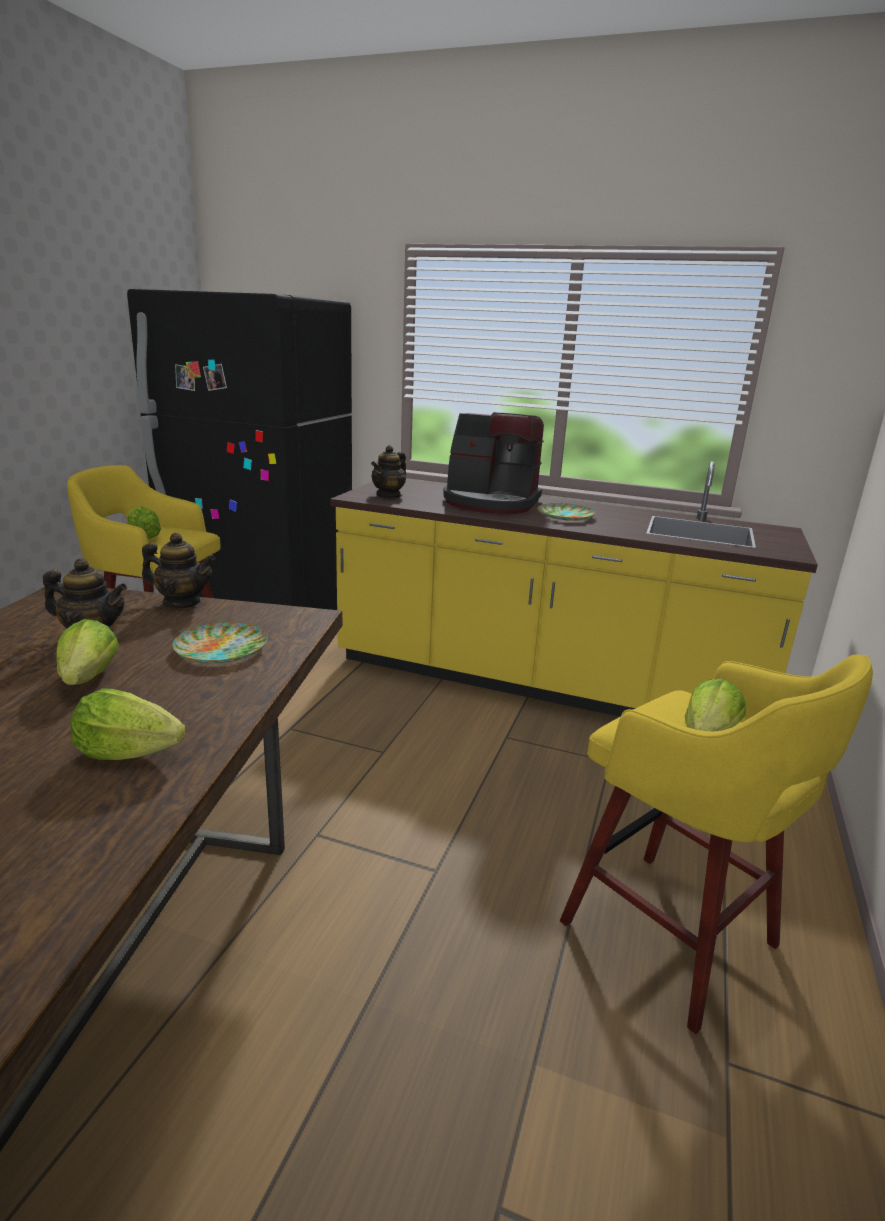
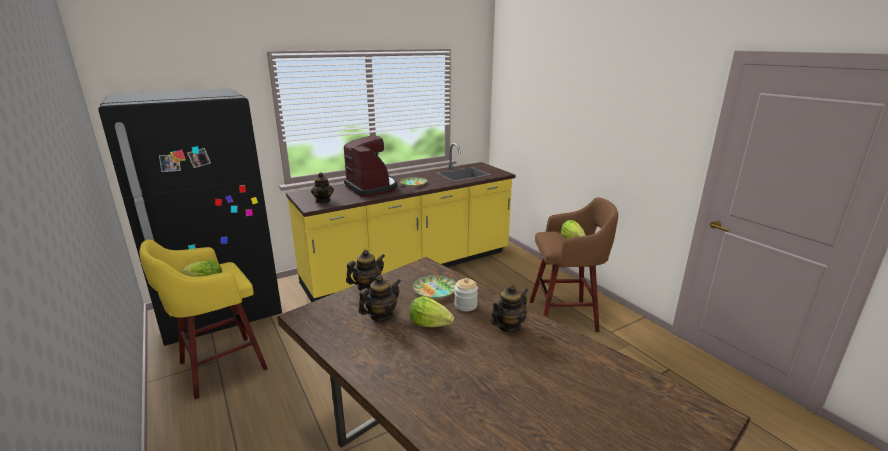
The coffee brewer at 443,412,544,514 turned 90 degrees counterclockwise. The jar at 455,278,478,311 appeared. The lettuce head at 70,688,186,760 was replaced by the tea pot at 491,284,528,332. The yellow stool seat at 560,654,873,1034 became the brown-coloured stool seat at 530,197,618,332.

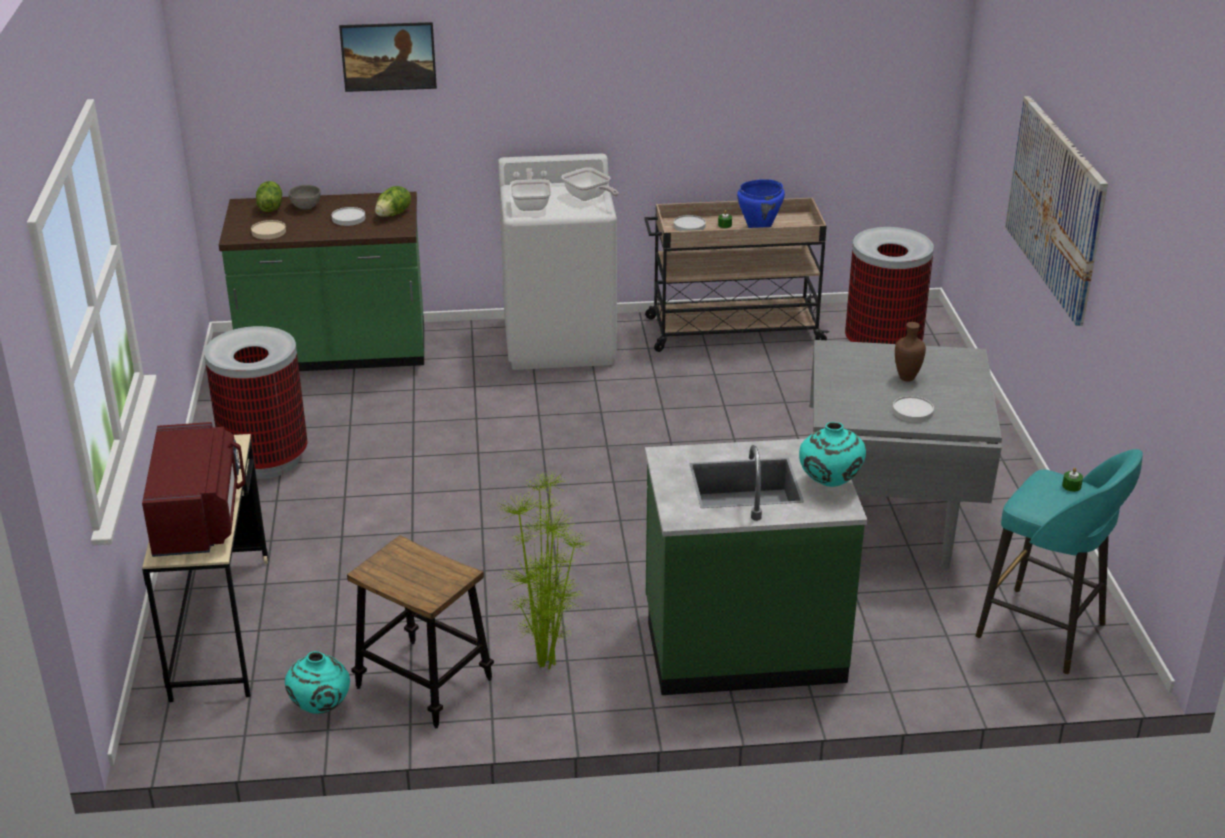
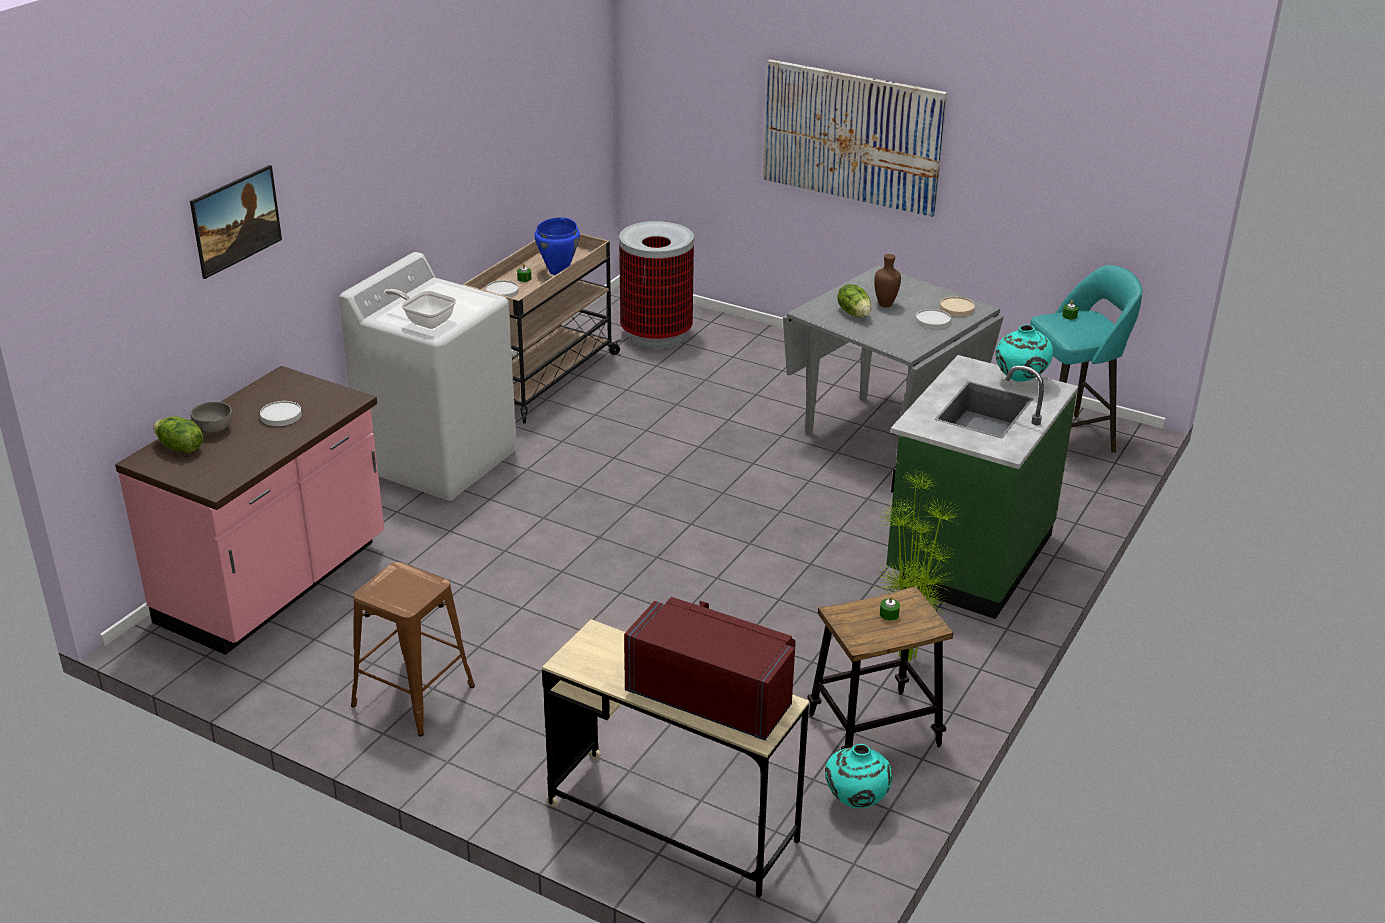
The green kitchen base unit at 219,192,424,371 became the pink kitchen base unit at 115,366,384,655. The waste bin at 204,326,307,479 was replaced by the brown-coloured stool seat at 351,562,475,737. The lettuce head moved from 375,186,411,217 to 837,284,871,317. The green candle at 880,596,900,621 appeared. The sand-coloured plate moved from 251,220,286,239 to 940,297,975,317. The frying pan at 561,168,618,201 disappeared.

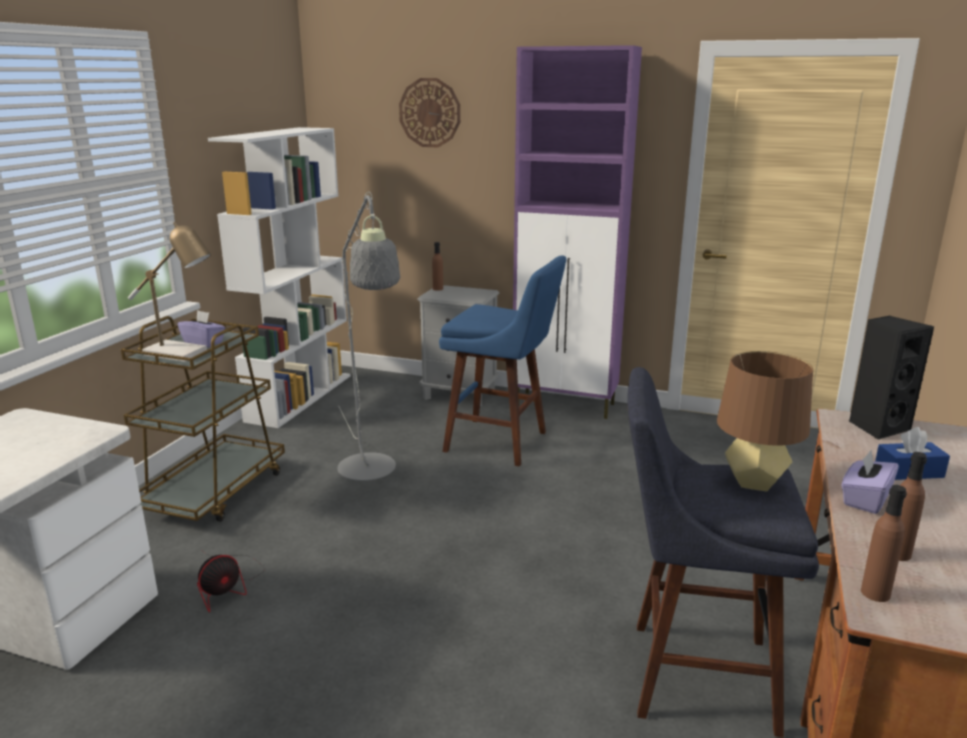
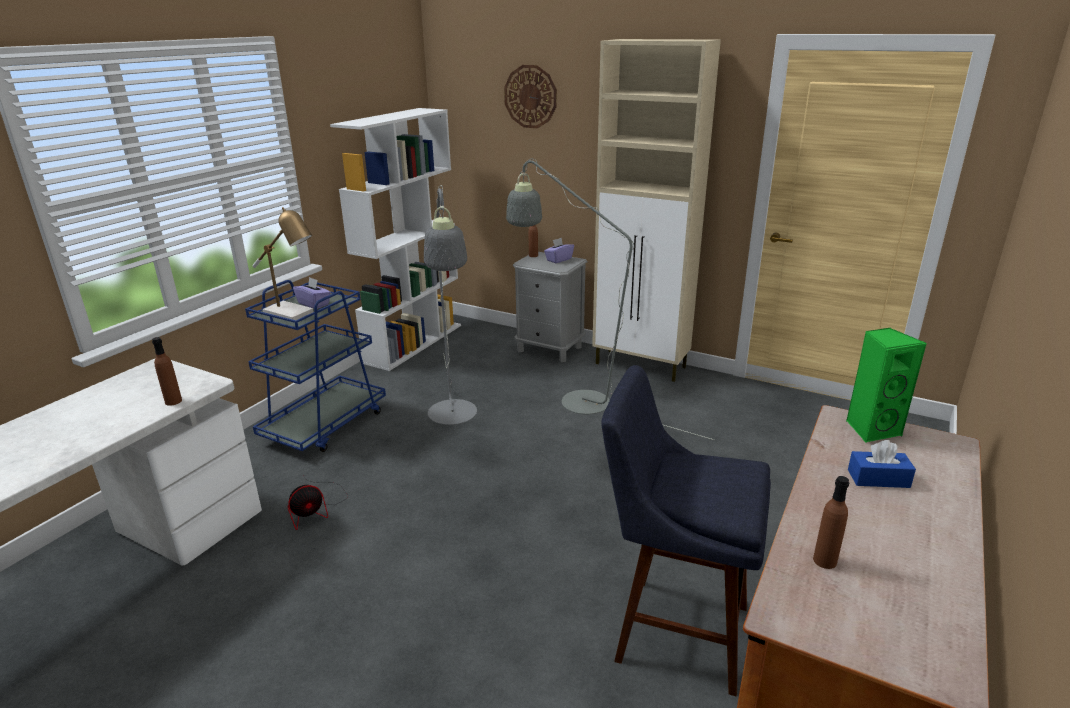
The brown-coloured beverage bottle moved from 861,485,907,602 to 152,337,182,406. The brown-coloured wheeled cart at 121,316,285,522 became the blue-coloured wheeled cart at 245,280,386,452. The blue-coloured stool seat at 439,256,566,467 was replaced by the grey floor lamp at 506,159,714,440. The purple-coloured box of tissues moved from 841,450,899,514 to 544,238,574,263. The purple-coloured cupboard at 513,45,642,419 became the sand-coloured cupboard at 592,39,721,382. The black audio speaker at 849,316,934,440 became the green audio speaker at 846,327,927,442. The brown-coloured table lamp at 717,351,813,492 disappeared.

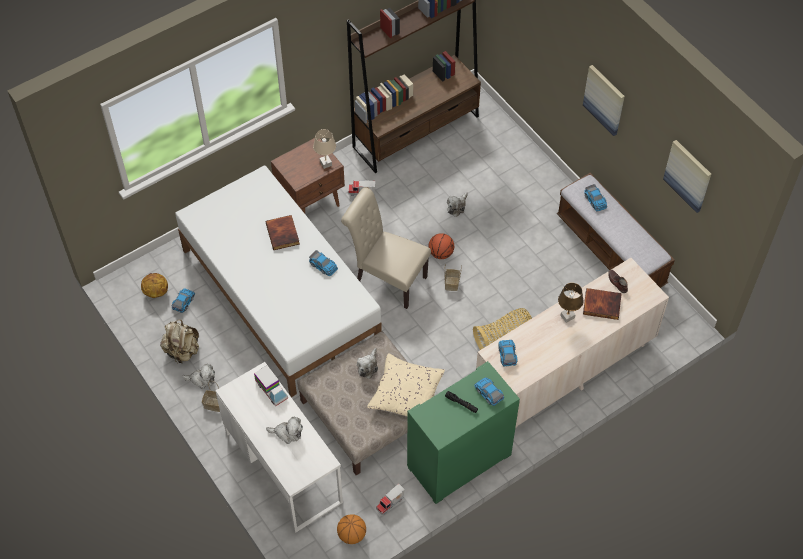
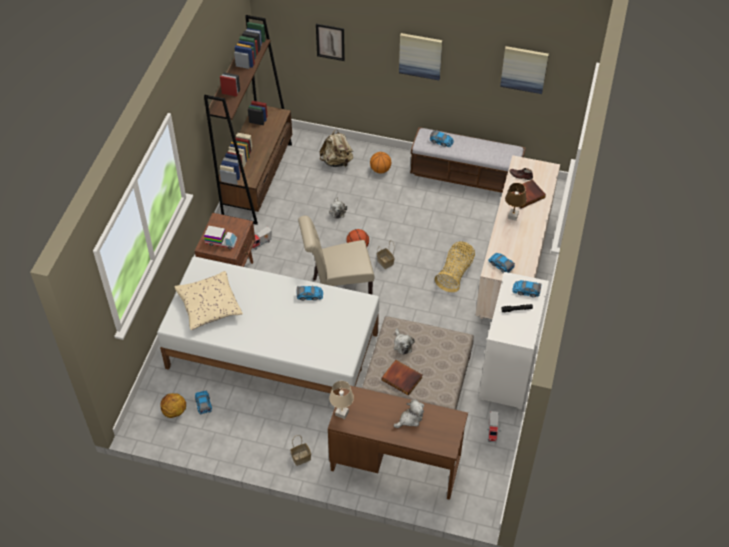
The sand-coloured throw pillow moved from 367,353,445,417 to 175,271,243,330. The toy lorry moved from 254,365,288,406 to 204,226,238,249. The wall art at 316,24,345,61 appeared. The sand-coloured rucksack moved from 160,320,199,363 to 320,129,353,167. The white desk at 215,362,343,533 became the brown-coloured desk at 328,386,468,500. The sand-coloured table lamp moved from 313,129,336,169 to 329,381,354,419. The basketball moved from 337,514,366,544 to 370,152,391,174. The volume moved from 266,215,300,250 to 382,360,423,396. The green cupboard at 407,361,520,504 became the white cupboard at 478,272,549,410. The soft toy at 182,363,215,389 disappeared.

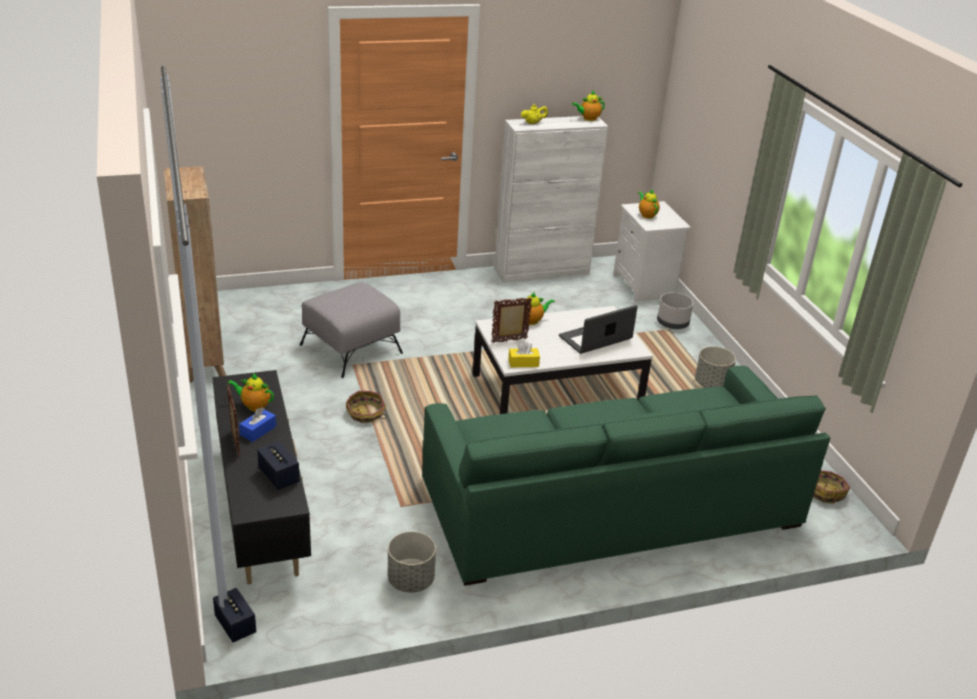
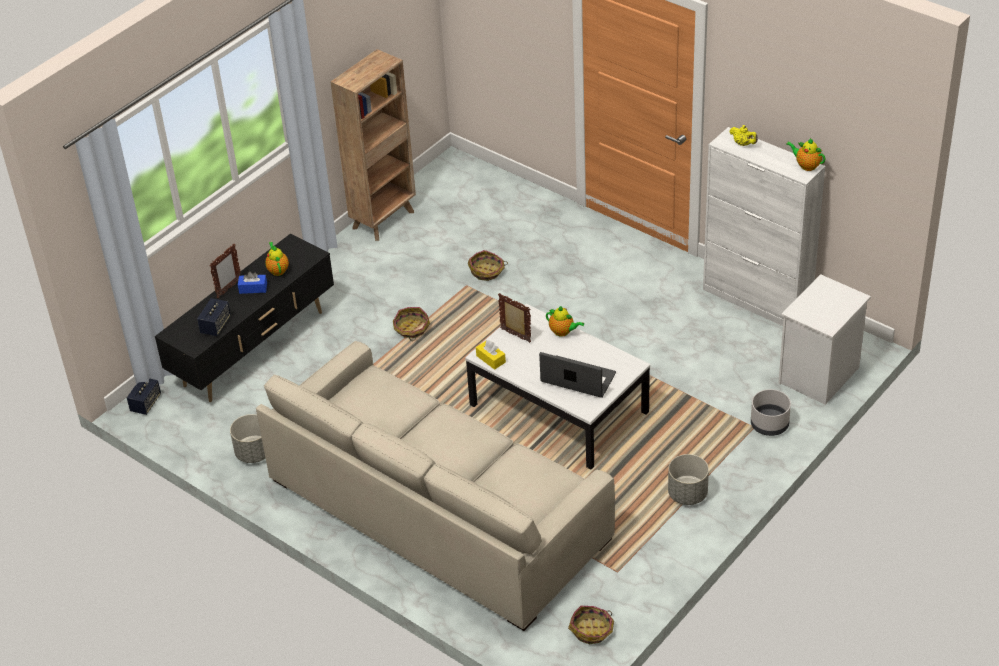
The green couch at 422,366,830,586 became the sand-coloured couch at 256,341,615,631. The grey ottoman at 300,282,403,378 was replaced by the basket at 468,250,508,281. The tea pot at 638,190,660,219 disappeared.

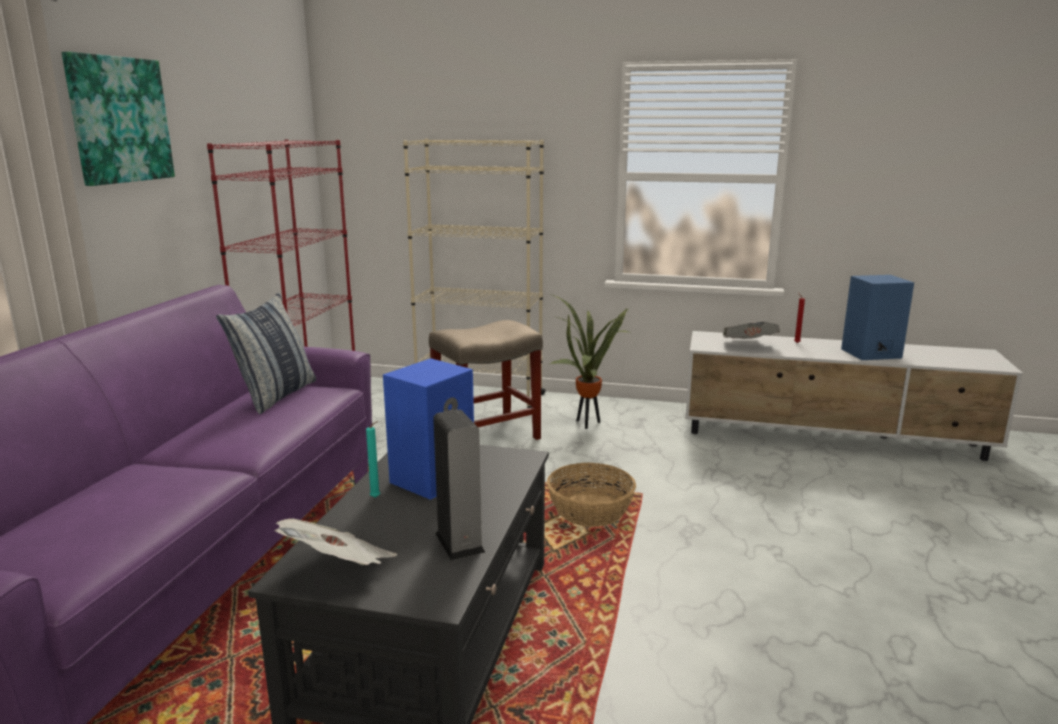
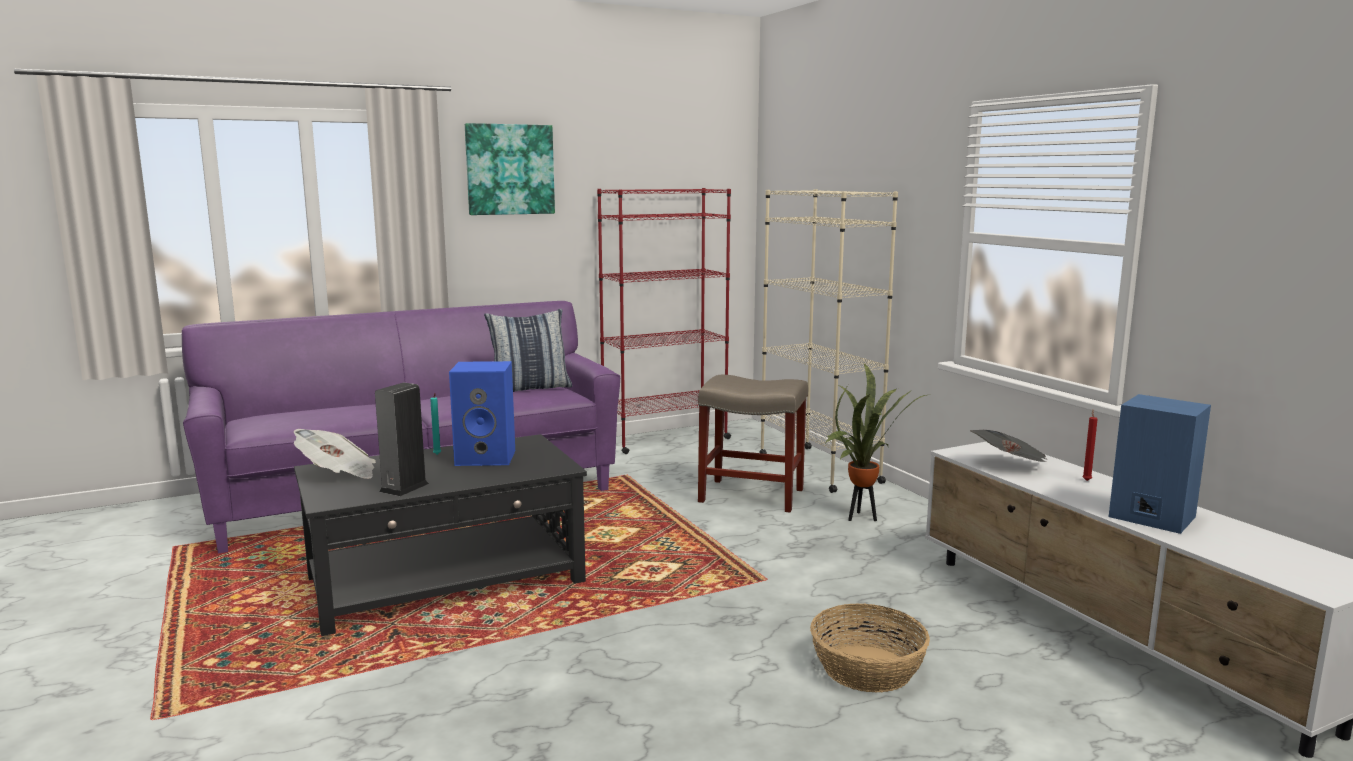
The basket moved from 547,463,636,527 to 810,603,930,693.

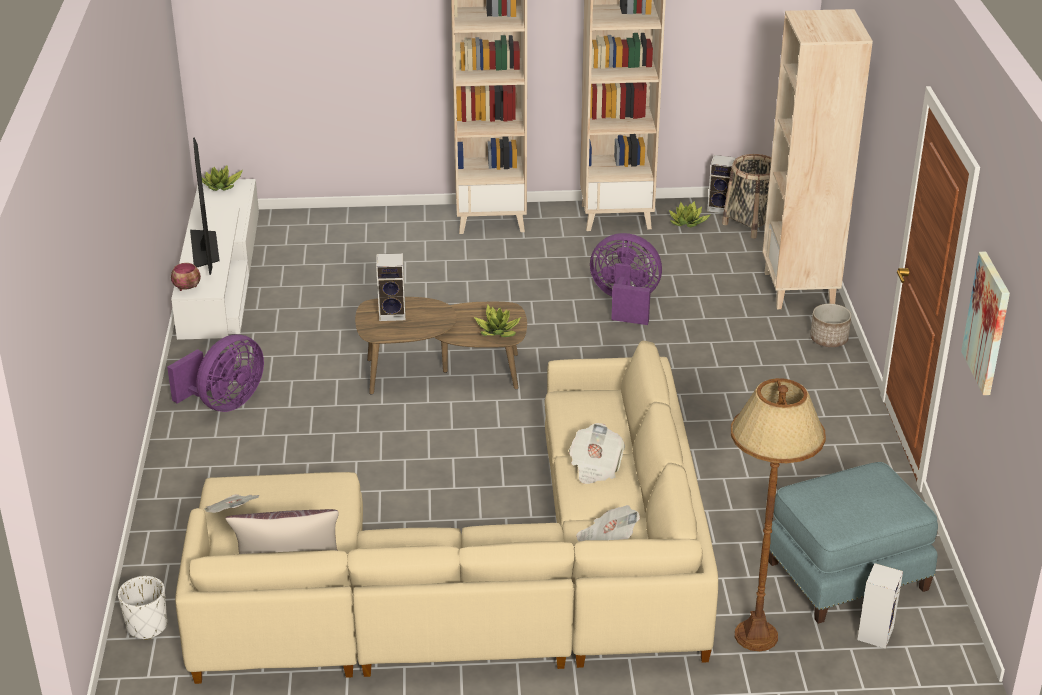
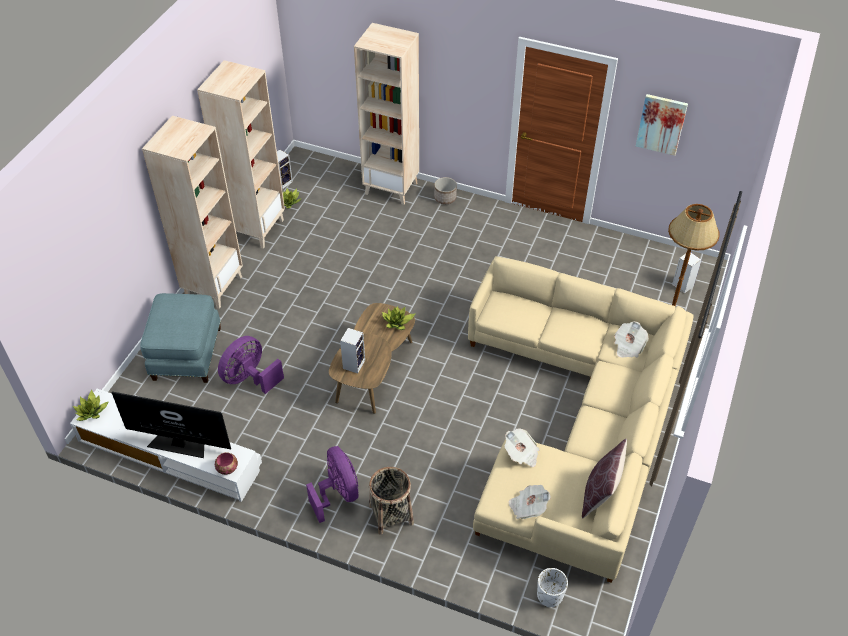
The blue-coloured ottoman moved from 768,462,938,624 to 140,293,221,383. The purple-coloured fan moved from 590,233,662,325 to 218,336,284,394. The basket moved from 722,154,771,238 to 369,467,414,535. The daily paper moved from 569,423,625,484 to 505,428,540,467.

